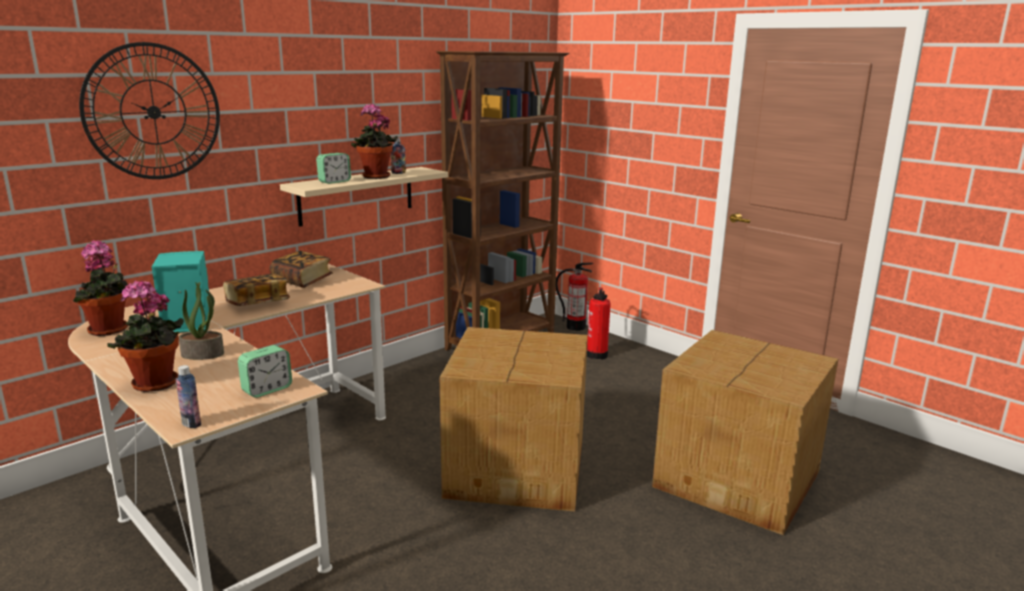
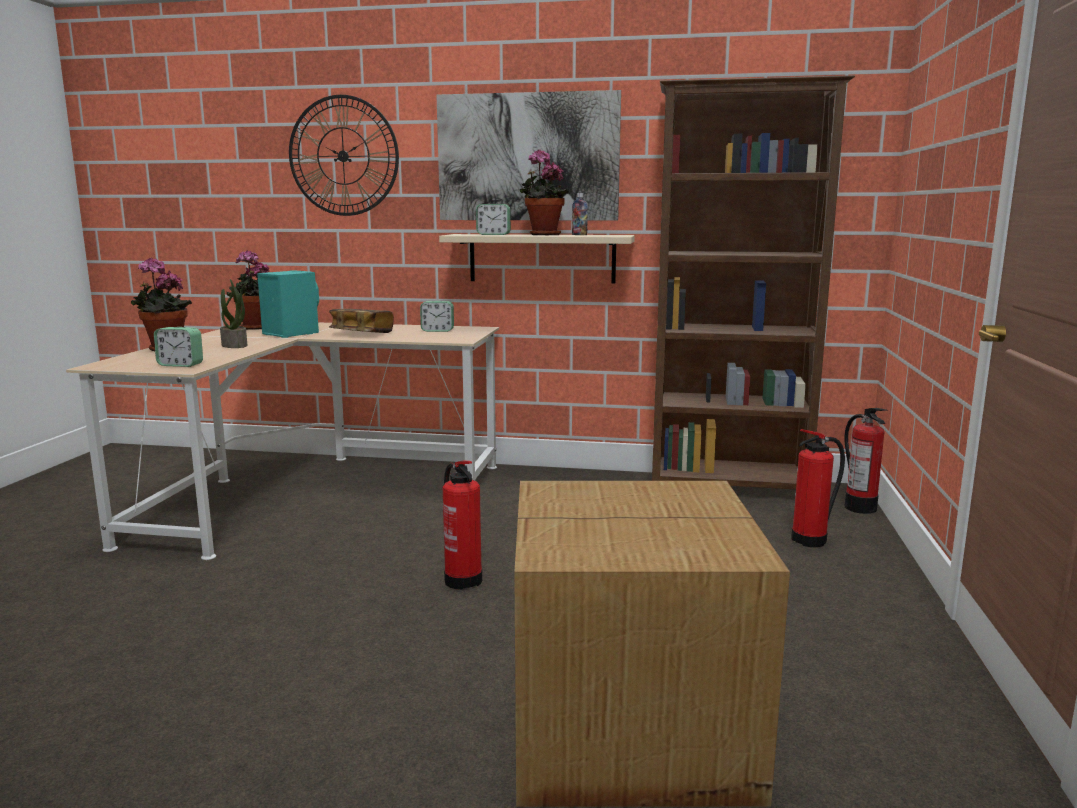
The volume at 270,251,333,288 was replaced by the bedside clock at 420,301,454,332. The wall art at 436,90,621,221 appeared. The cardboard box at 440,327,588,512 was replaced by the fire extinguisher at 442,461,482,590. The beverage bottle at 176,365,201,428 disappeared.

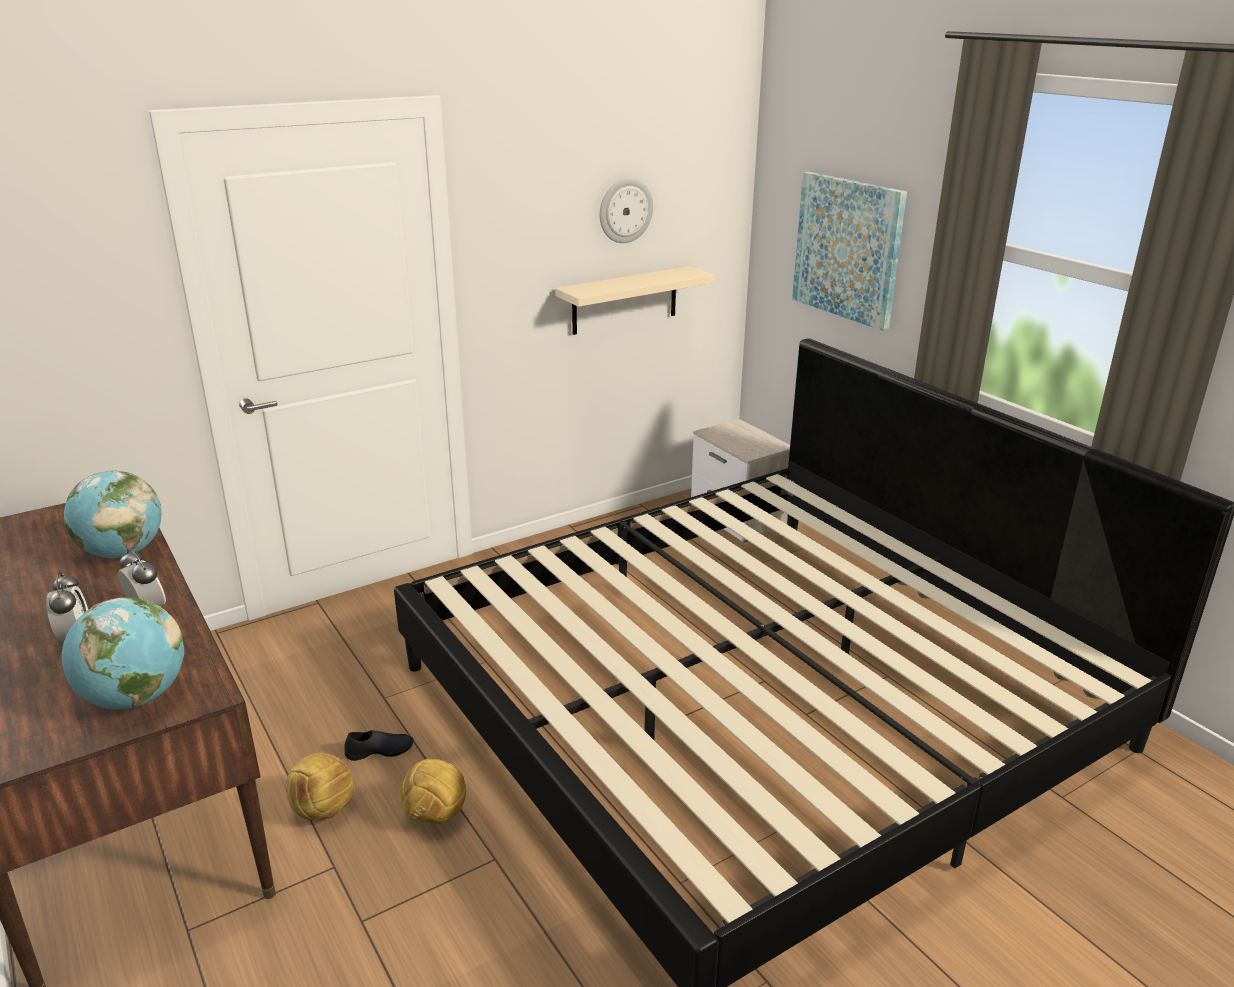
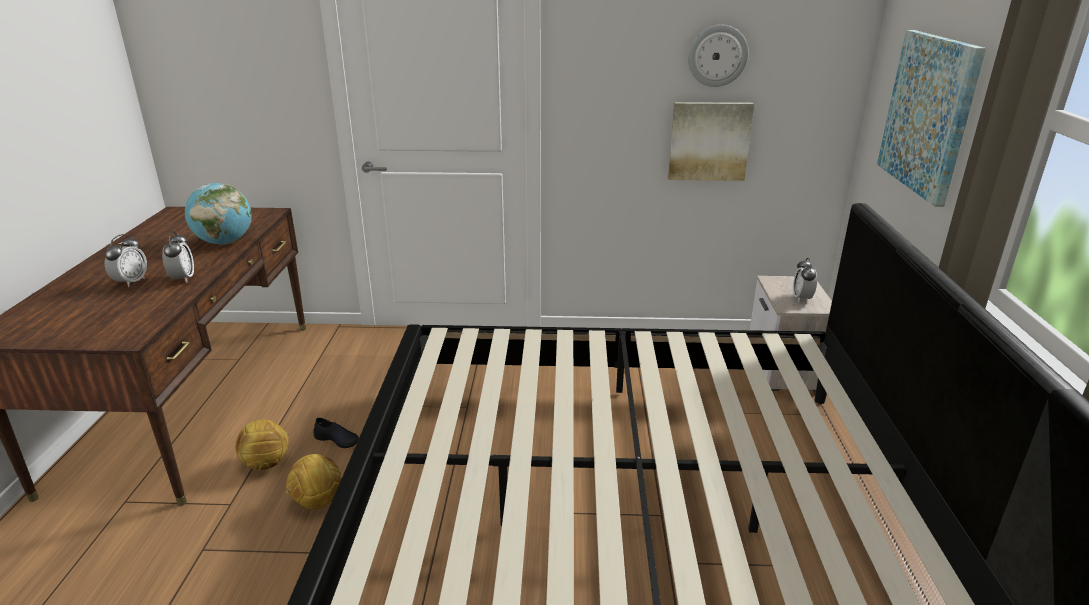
The sand-coloured shelf at 555,266,715,335 was replaced by the wall art at 668,102,754,181. The bedside clock at 793,258,817,302 appeared. The world globe at 61,597,184,709 disappeared.

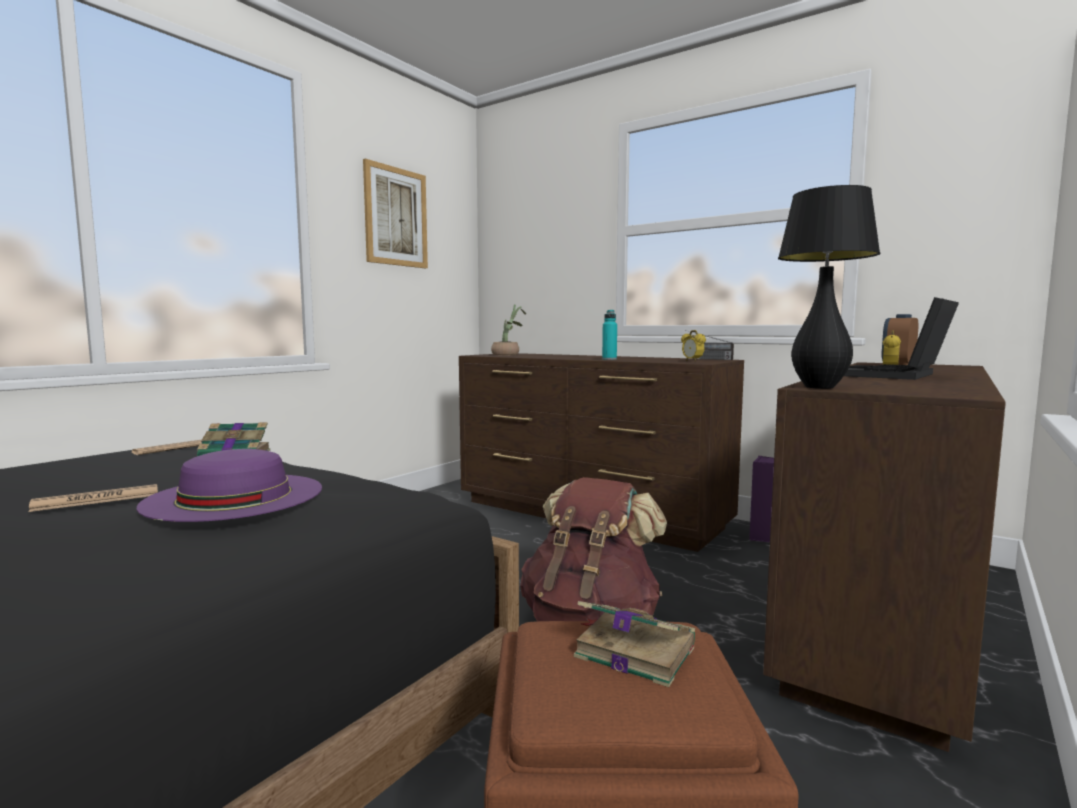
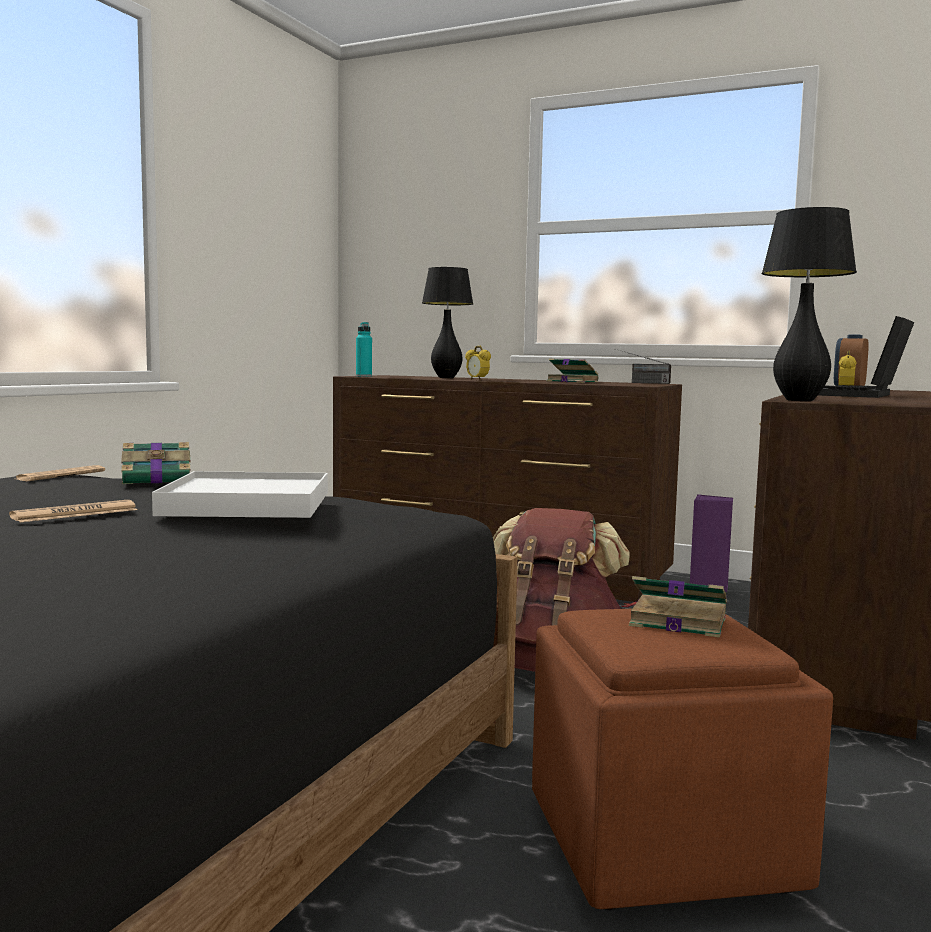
The purple-coloured clothing hat at 137,449,322,522 was replaced by the white tray at 152,471,328,518. The turquoise-coloured beverage bottle moved from 602,310,617,360 to 356,322,372,377. The black table lamp at 422,267,473,378 appeared. The bedside clock moved from 681,330,706,362 to 465,346,491,380. The volume at 547,359,598,383 appeared. The wall art at 363,159,428,268 disappeared. The potted plant at 491,305,526,355 disappeared.

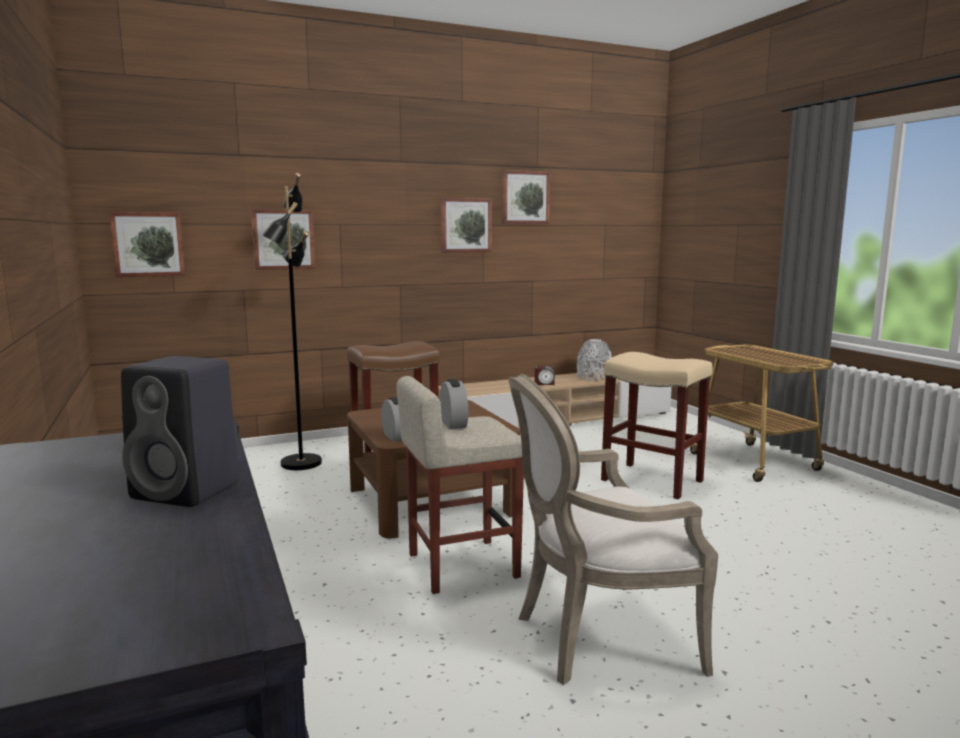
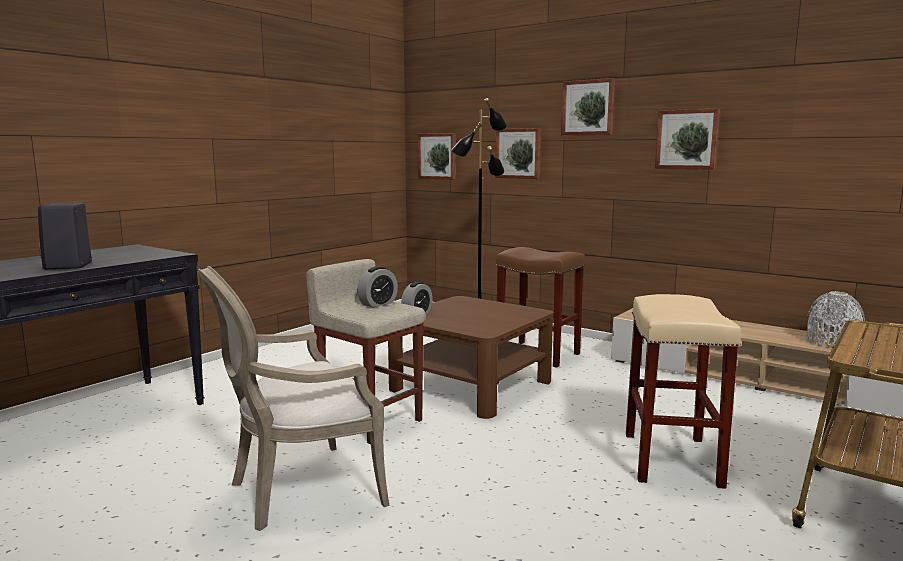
The lounge chair at 508,374,718,685 turned 75 degrees counterclockwise. The wall art moved from 502,170,551,224 to 561,78,615,136. The bedside clock at 535,366,555,385 disappeared.

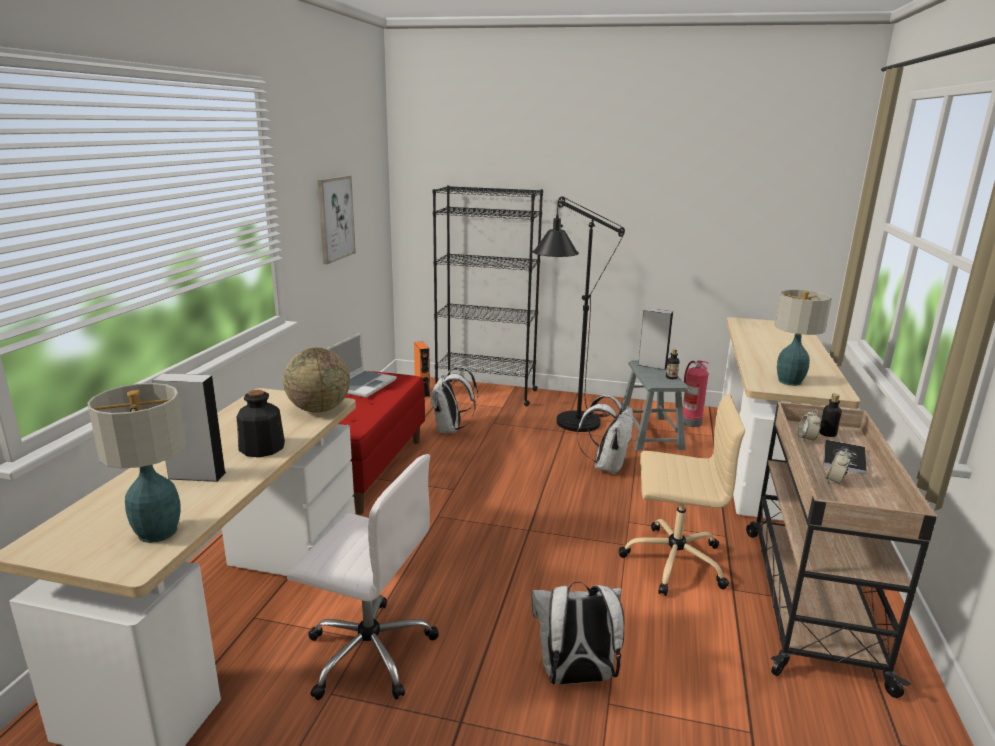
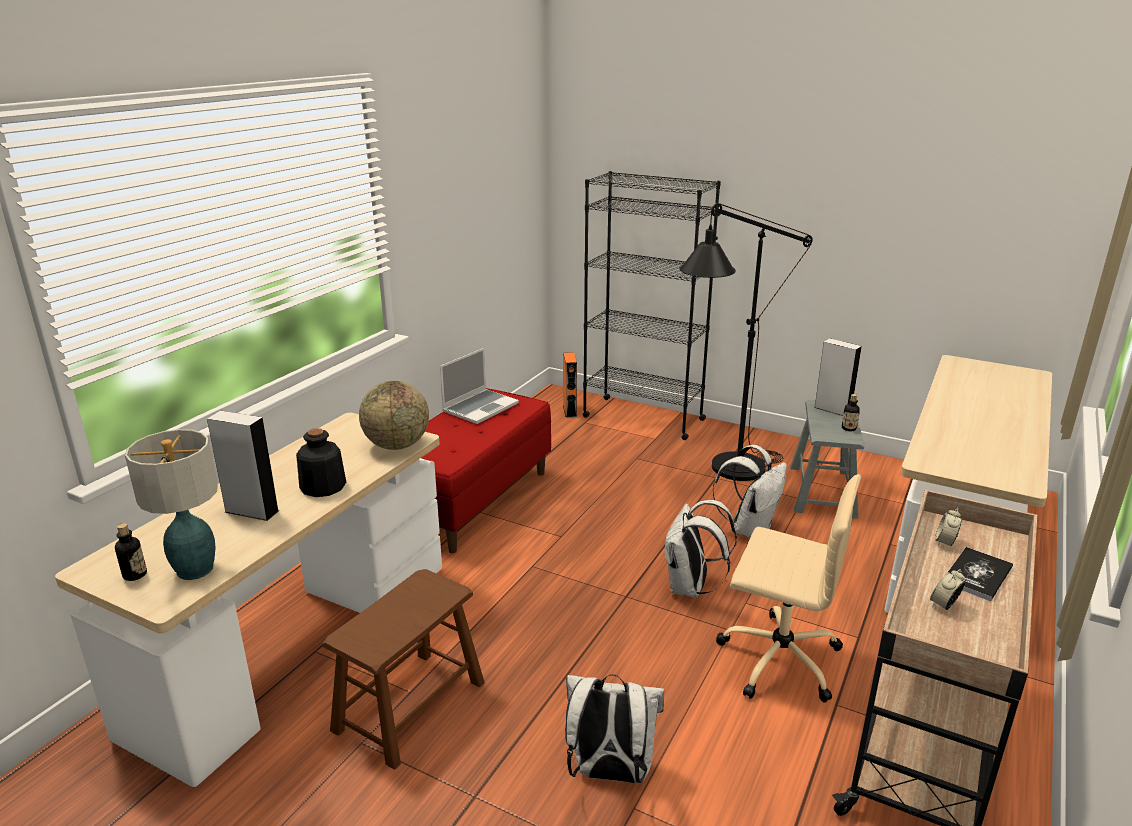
The beverage bottle moved from 819,394,842,437 to 115,523,147,581. The white office chair at 287,454,439,700 was replaced by the brown-coloured stool seat at 322,569,485,769. The white rucksack moved from 430,366,478,433 to 664,500,737,598. The wall art at 317,175,356,264 disappeared. The fire extinguisher at 683,360,709,427 disappeared. The table lamp at 775,289,832,386 disappeared.

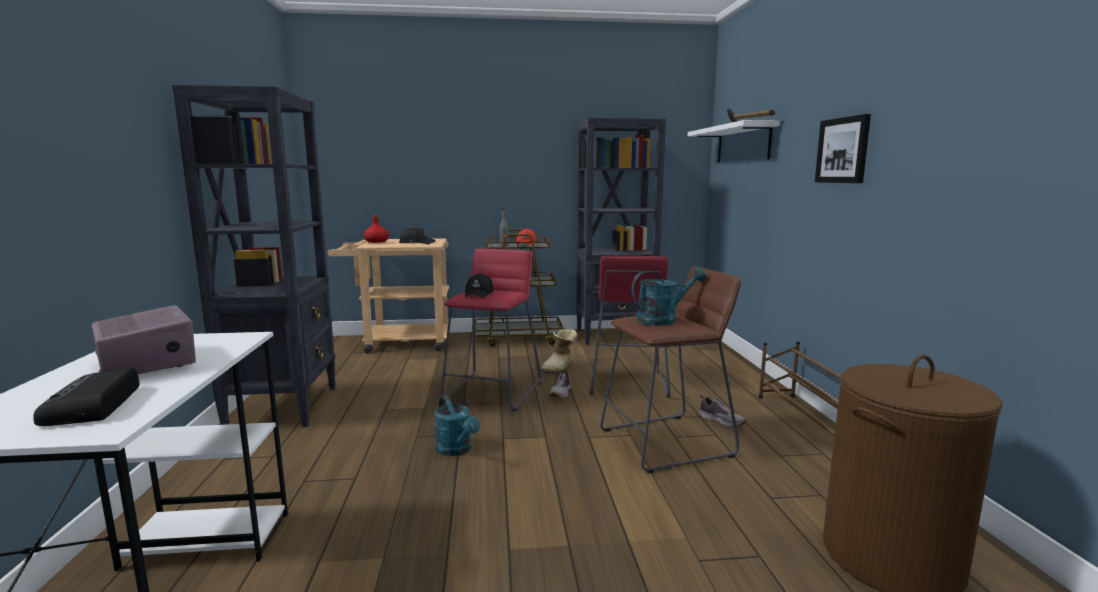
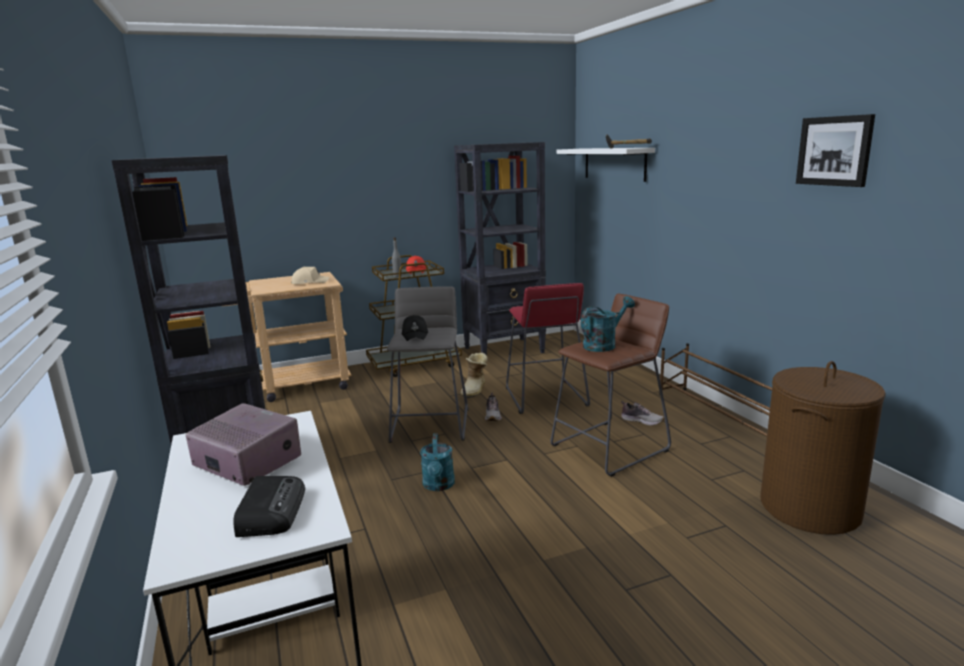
The radio set at 33,367,140,426 turned 150 degrees counterclockwise. The black peaked cap at 399,228,435,244 became the sand-coloured peaked cap at 291,267,330,284. The red stool seat at 440,249,541,411 became the grey stool seat at 387,286,468,443. The turquoise-coloured watering pot at 434,395,480,456 turned 45 degrees clockwise. The wall art moved from 815,114,871,183 to 796,114,875,187. The red beverage bottle at 364,215,389,243 disappeared.

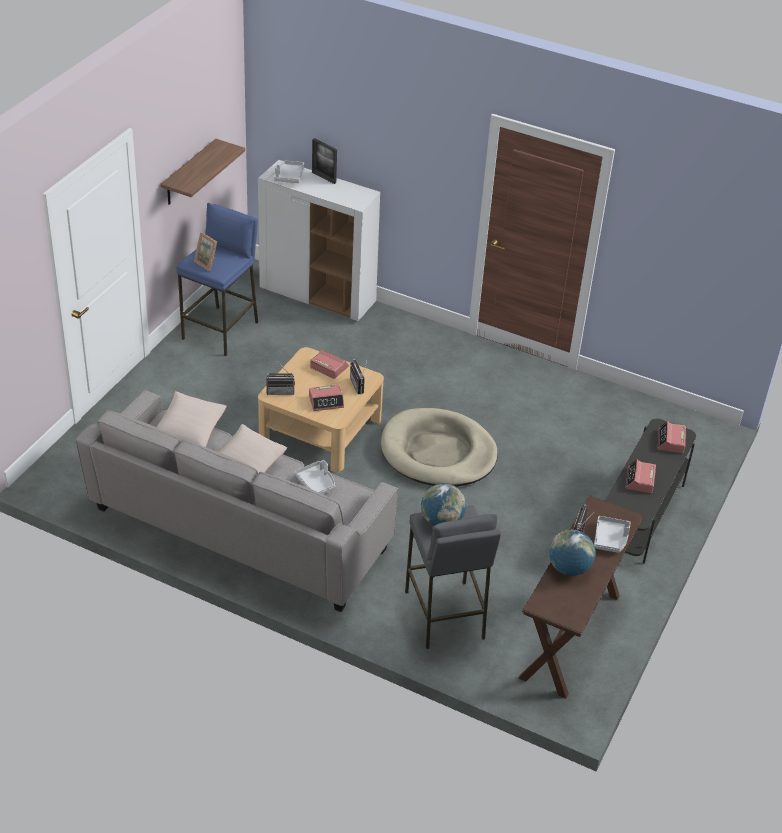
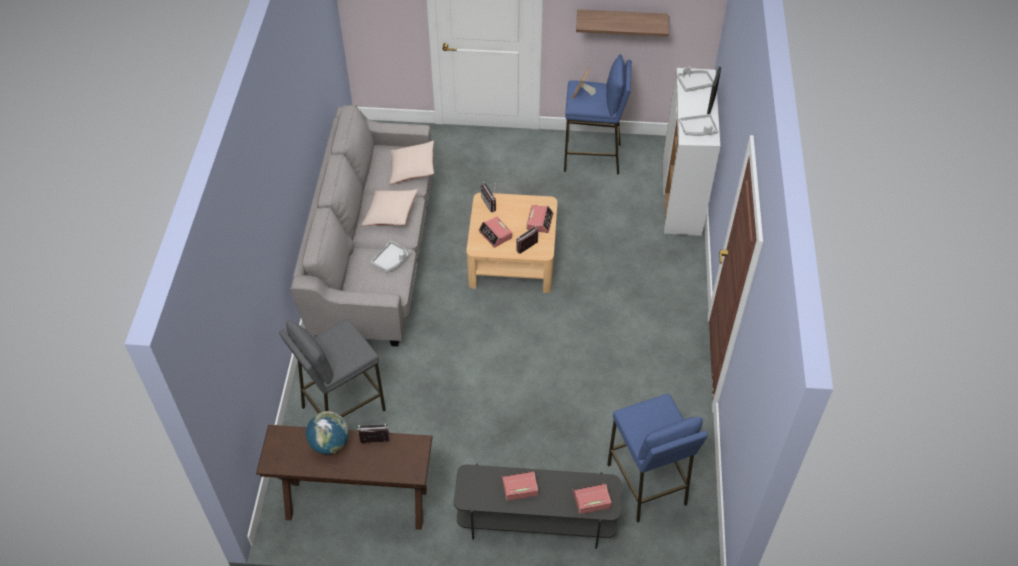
The blue-coloured stool seat at 607,394,708,523 appeared. The grey tray moved from 594,516,631,553 to 679,114,718,136. The sand-coloured pet bed at 381,408,498,487 disappeared. The world globe at 421,483,466,526 disappeared.

